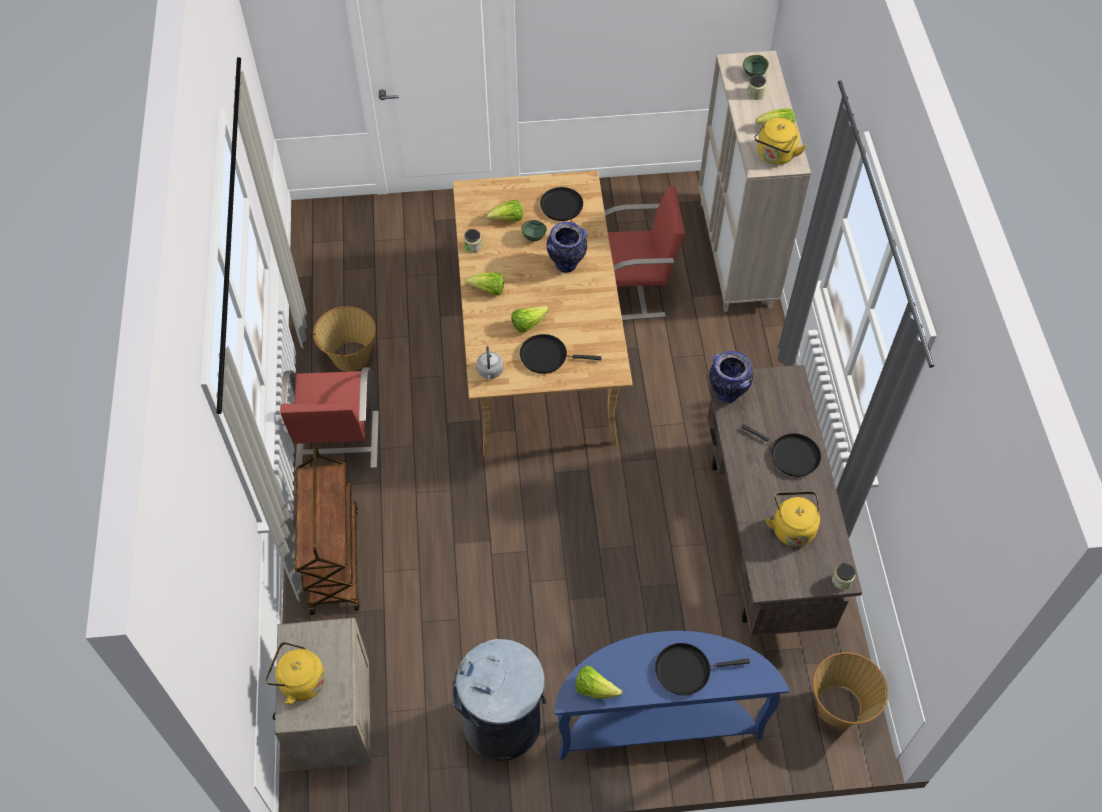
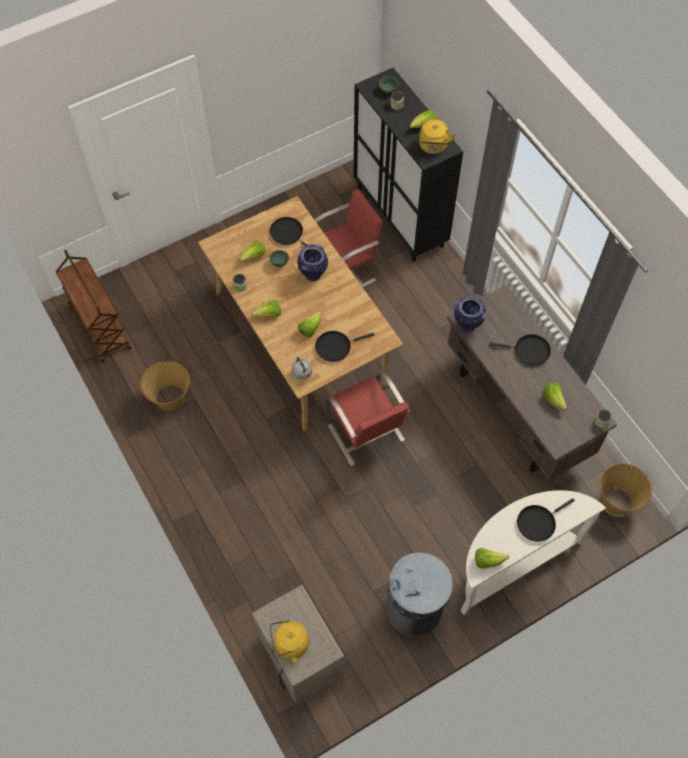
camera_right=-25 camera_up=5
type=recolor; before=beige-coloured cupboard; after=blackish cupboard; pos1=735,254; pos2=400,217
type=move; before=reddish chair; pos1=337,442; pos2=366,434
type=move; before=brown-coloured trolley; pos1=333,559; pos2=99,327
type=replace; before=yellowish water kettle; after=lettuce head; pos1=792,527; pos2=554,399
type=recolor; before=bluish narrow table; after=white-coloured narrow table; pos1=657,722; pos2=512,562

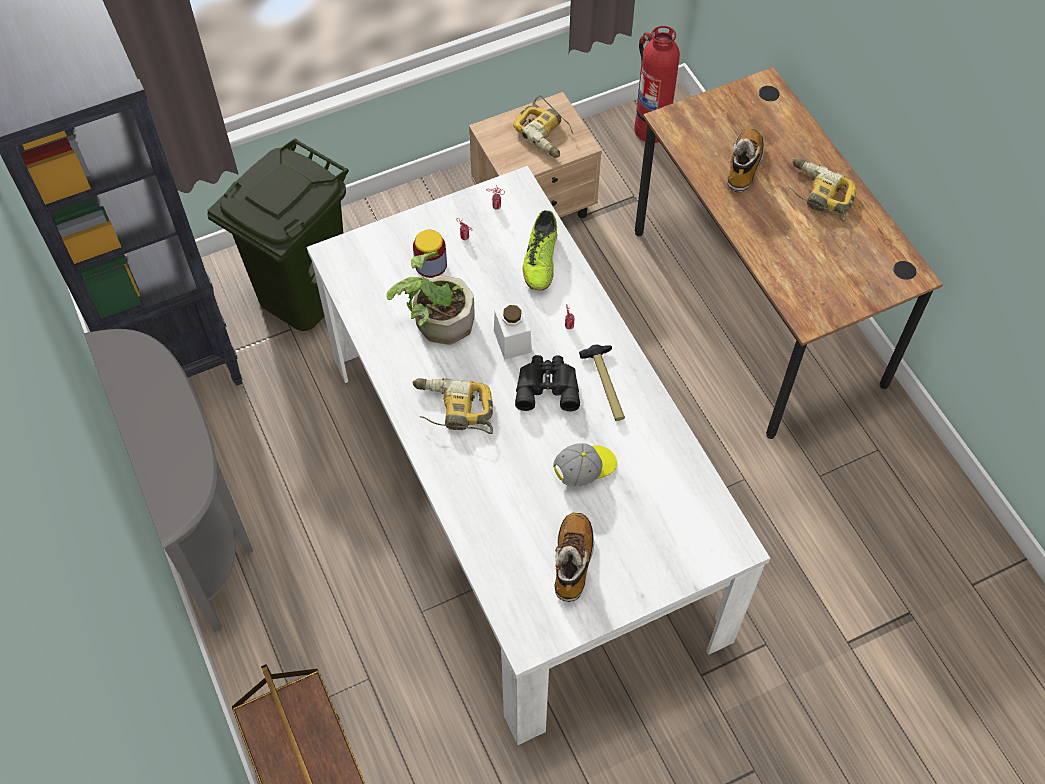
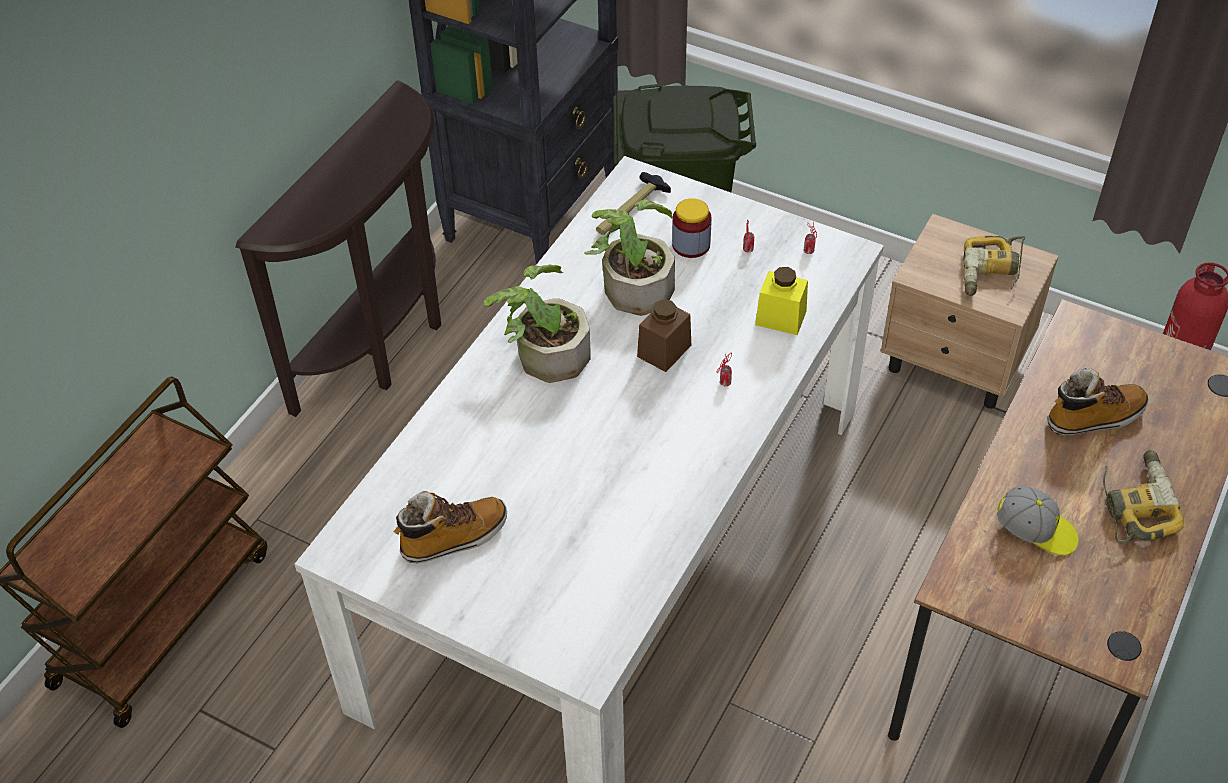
camera_right=55 camera_up=-10
type=replace; before=item of footwear; after=yellowish jar; pos1=540,260; pos2=780,318
type=recolor; before=white-coloured jar; after=brown-coloured jar; pos1=512,341; pos2=664,351
type=recolor; before=greyish narrow table; after=brown-coloured narrow table; pos1=206,524; pos2=386,343
type=move; before=hammer; pos1=606,385; pos2=630,210
type=delete; before=blackish field glasses; pos1=547,386
type=replace; before=drill; after=plant in a pot; pos1=453,410; pos2=544,352
type=move; before=baseball cap; pos1=585,469; pos2=1035,531

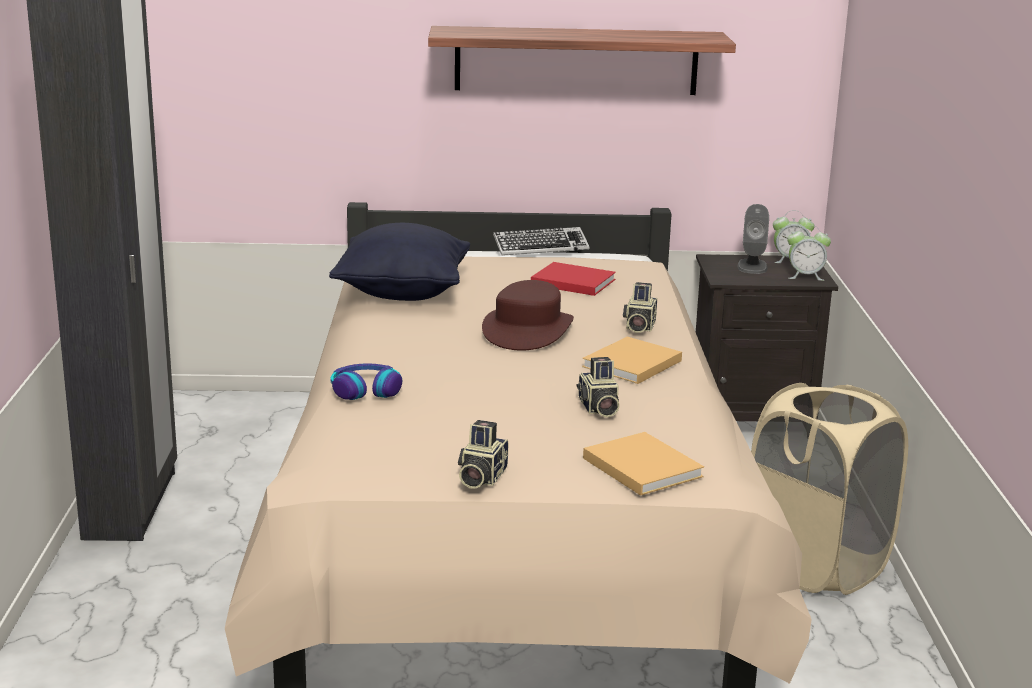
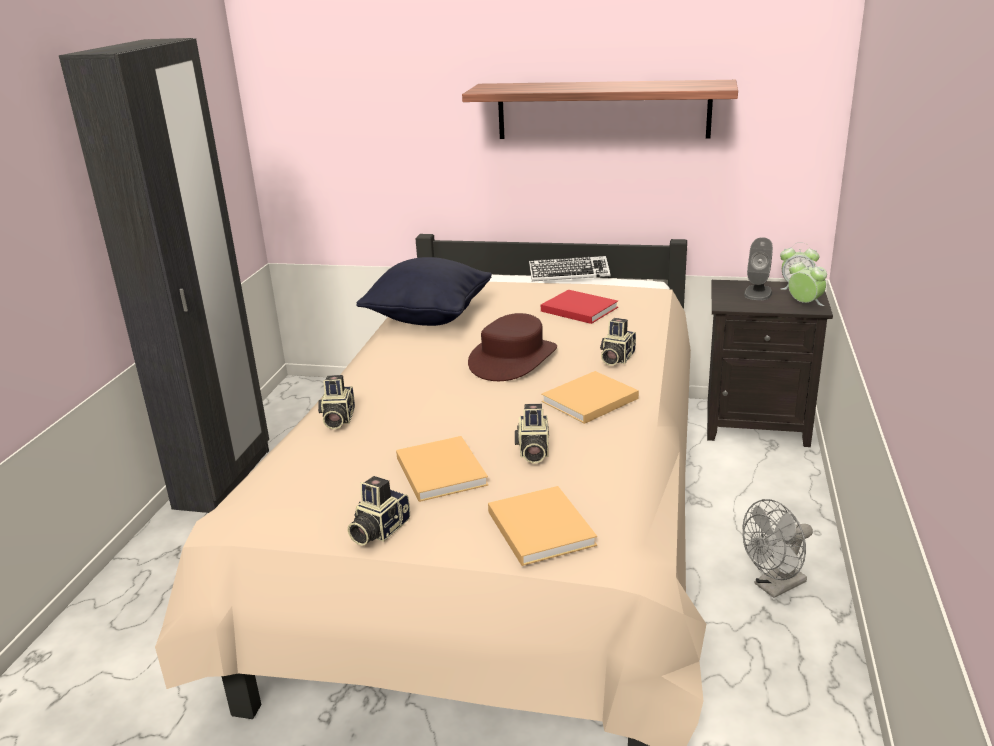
camera_right=15 camera_up=5
type=rotate; before=bedside clock; pos1=805,276; pos2=804,304; turn=-150
type=replace; before=headset; after=photo camera; pos1=366,390; pos2=337,419
type=replace; before=beige-coloured hamper; after=greyish fan; pos1=816,566; pos2=774,587
type=insert; after=beige-coloured book; pos2=440,470

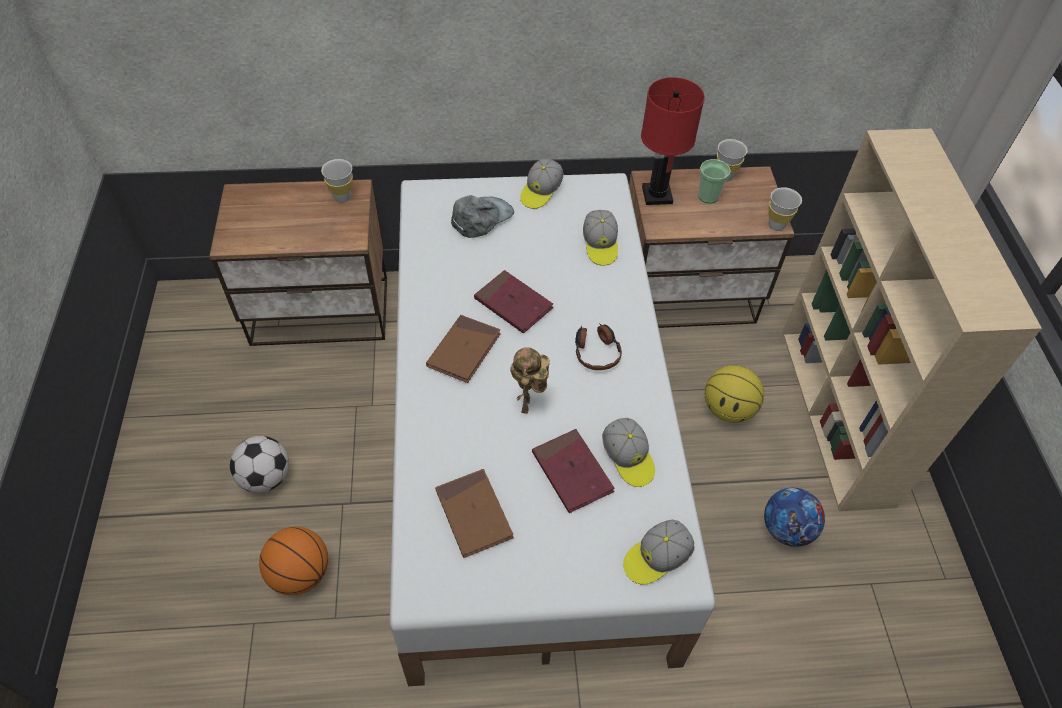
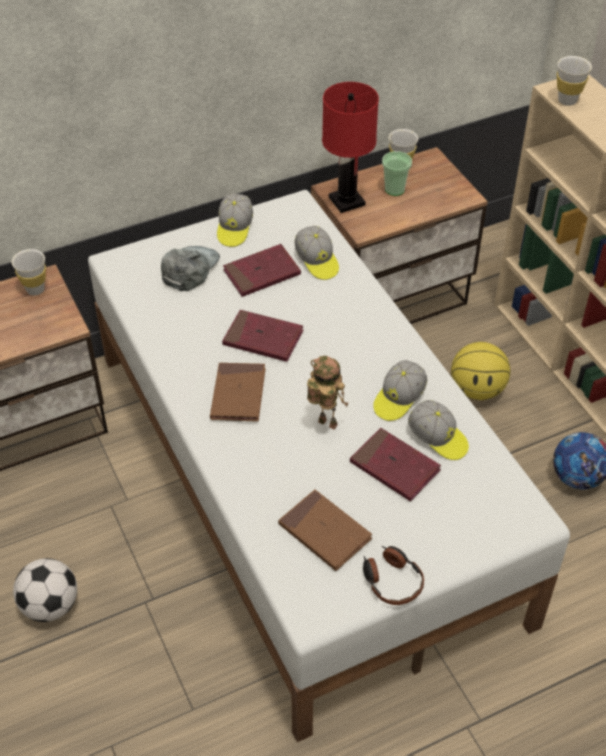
camera_right=-20 camera_up=-5
type=move; before=white-coloured small cup; pos1=776,225; pos2=567,100
type=move; before=headset; pos1=596,351; pos2=391,580
type=rotate; before=model robot; pos1=528,407; pos2=325,424; turn=135
type=move; before=baseball cap; pos1=656,558; pos2=399,399
type=delete; before=basketball ball; pos1=300,573
type=insert; after=reddish book; pos2=262,273

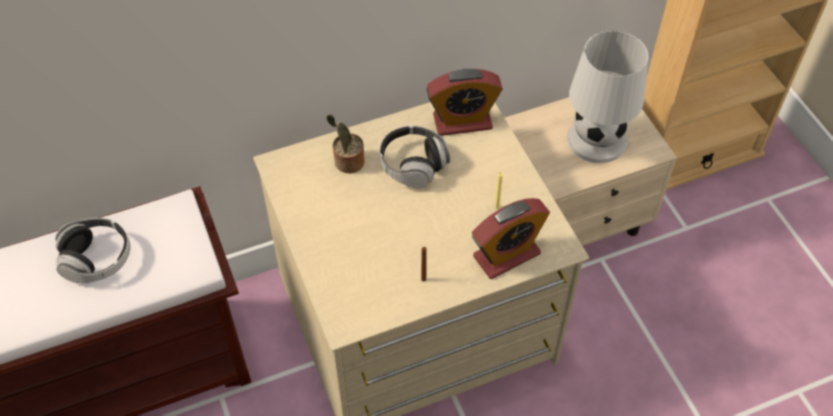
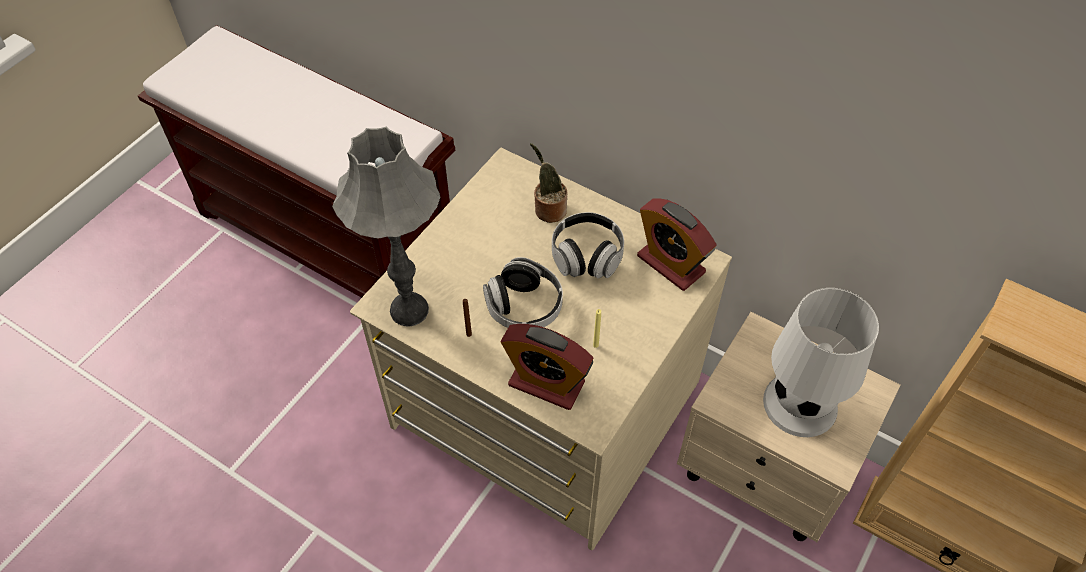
camera_right=55 camera_up=0
type=move; before=headset; pos1=97,259; pos2=524,307
type=insert; after=greyish lamp for a table; pos2=409,311

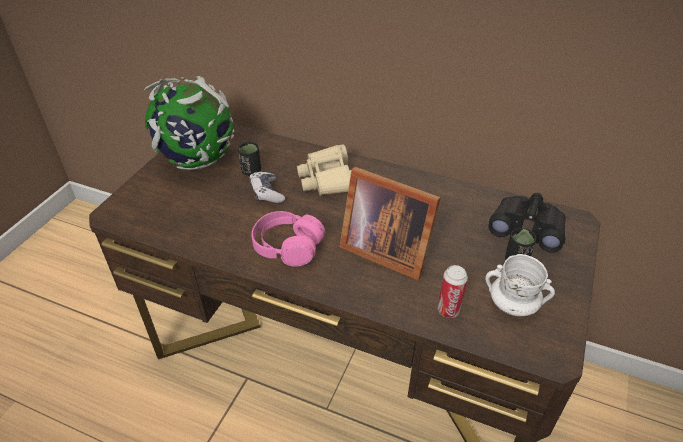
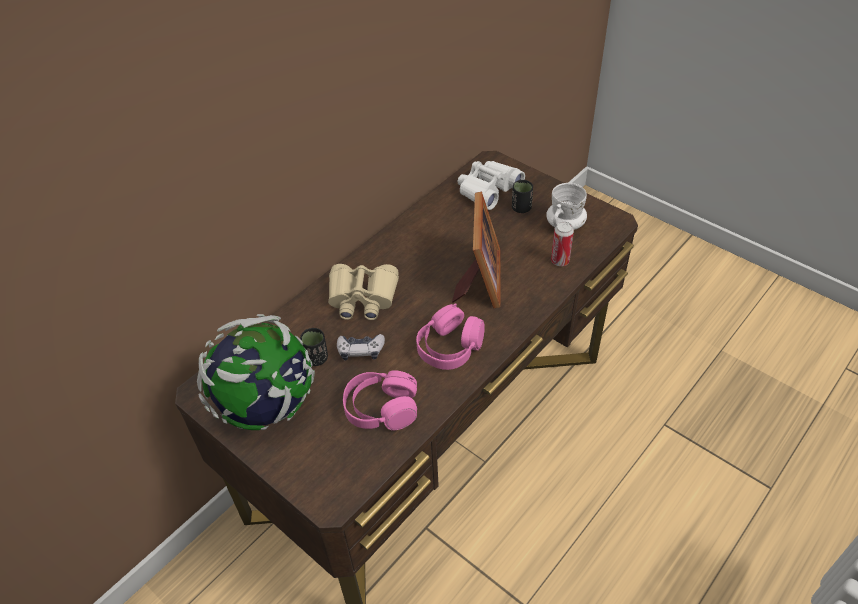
camera_right=-70 camera_up=5
type=rotate; before=standing frame; pos1=384,249; pos2=479,281; turn=-45
type=recolor; before=blackish field glasses; after=white-coloured field glasses; pos1=527,228; pos2=488,190
type=insert; after=pinkish headset; pos2=381,408

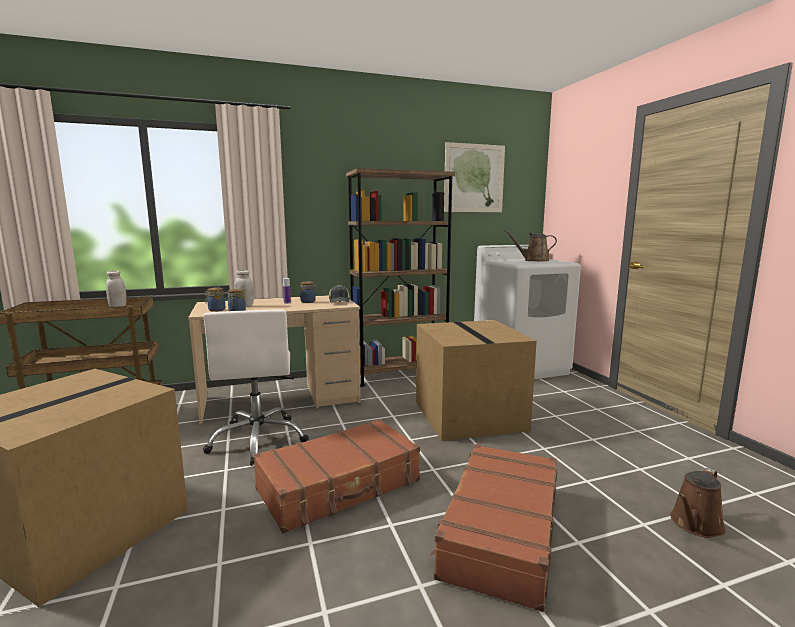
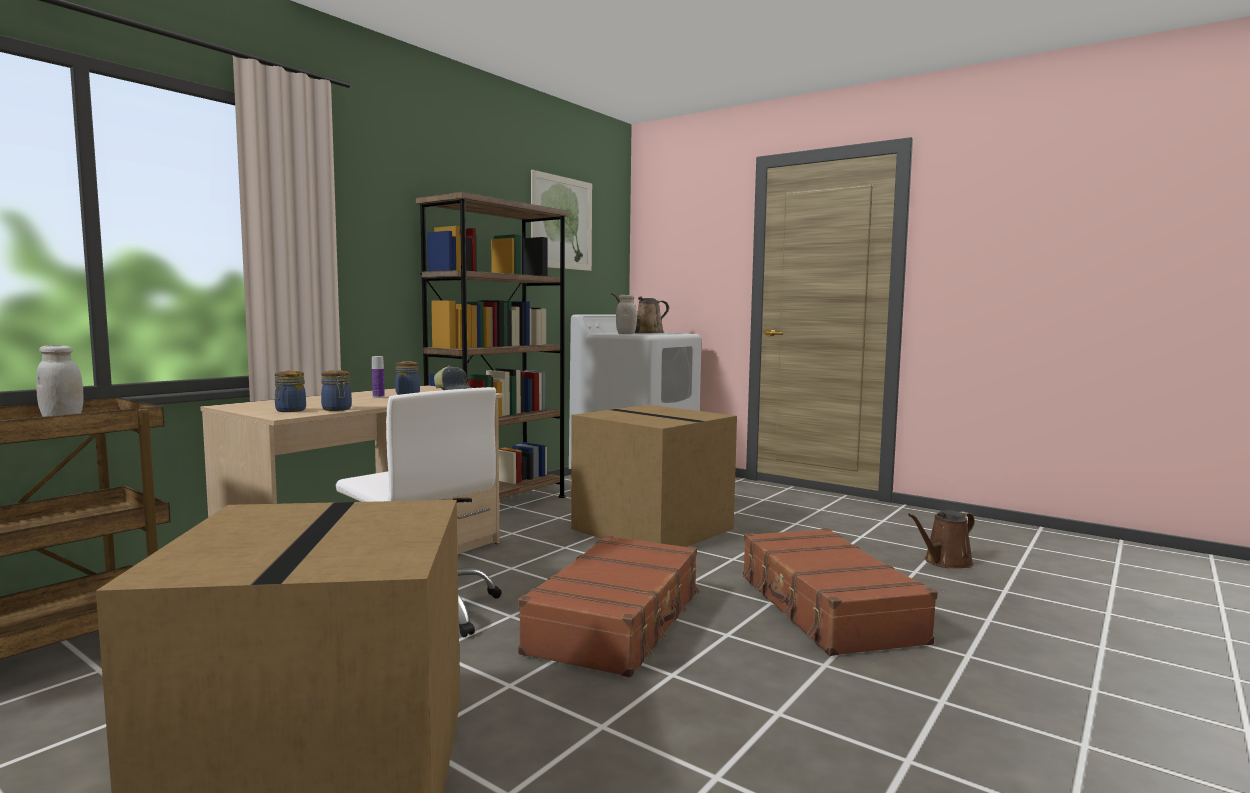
camera_right=-35 camera_up=-5
type=move; before=white-coloured jar; pos1=245,305; pos2=626,334
type=rotate; before=brown-coloured watering pot; pos1=695,525; pos2=945,562; turn=45

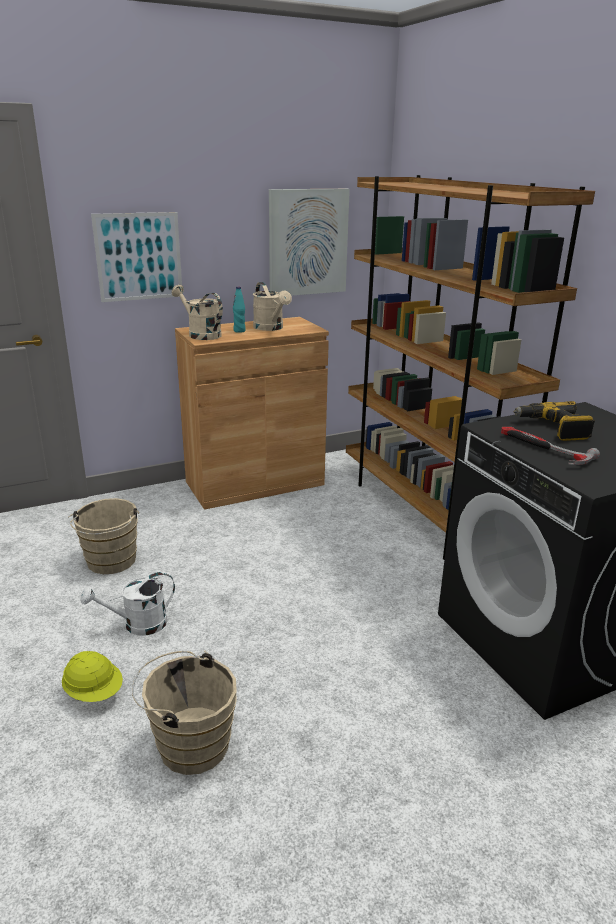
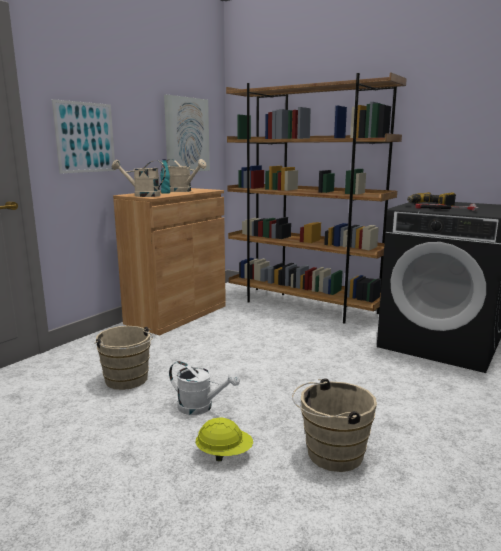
camera_right=-30 camera_up=-10
type=rotate; before=white-coloured watering pot; pos1=137,625; pos2=201,407; turn=-105

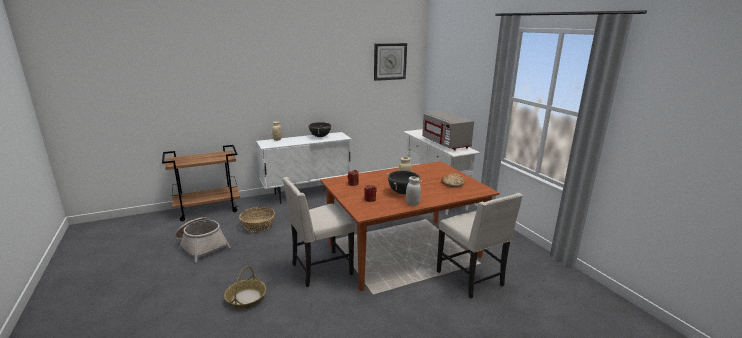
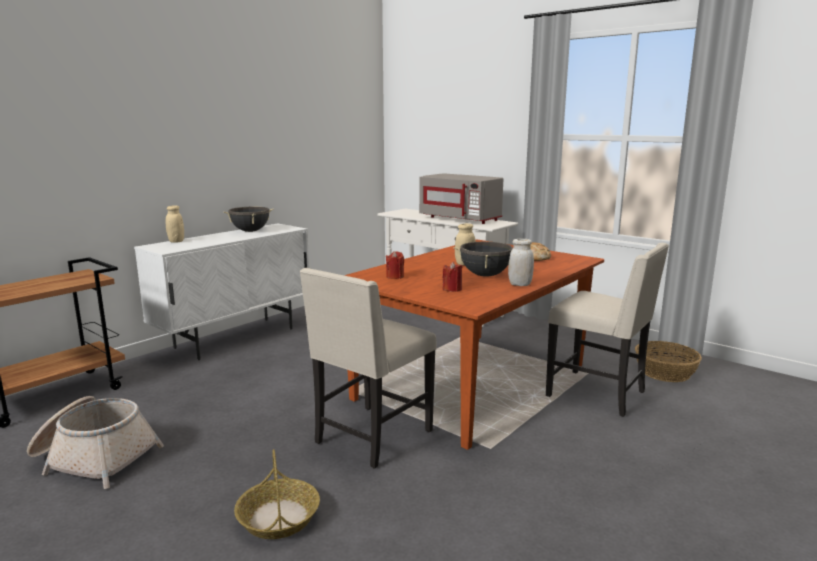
camera_right=-25 camera_up=-5
type=delete; before=wall clock; pos1=390,61
type=move; before=basket; pos1=258,225; pos2=664,372

